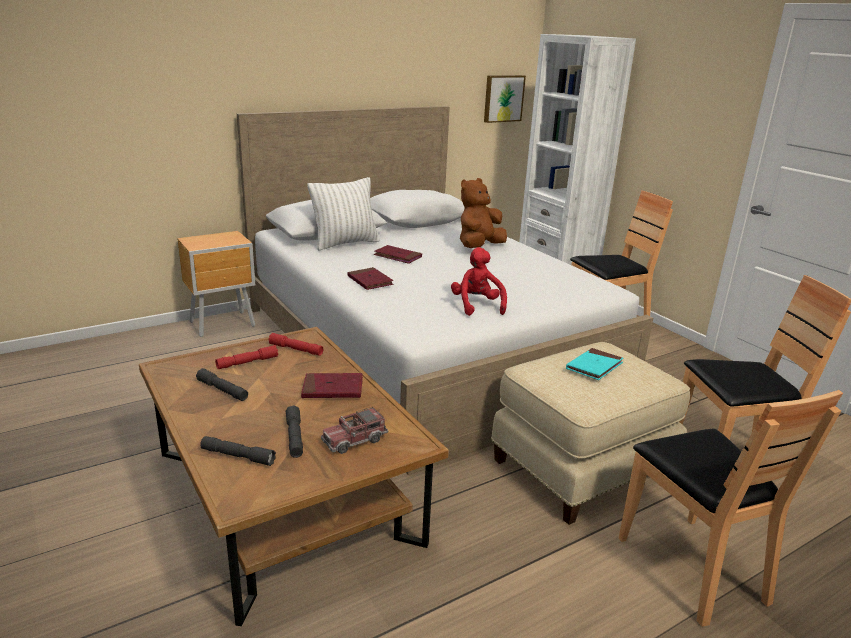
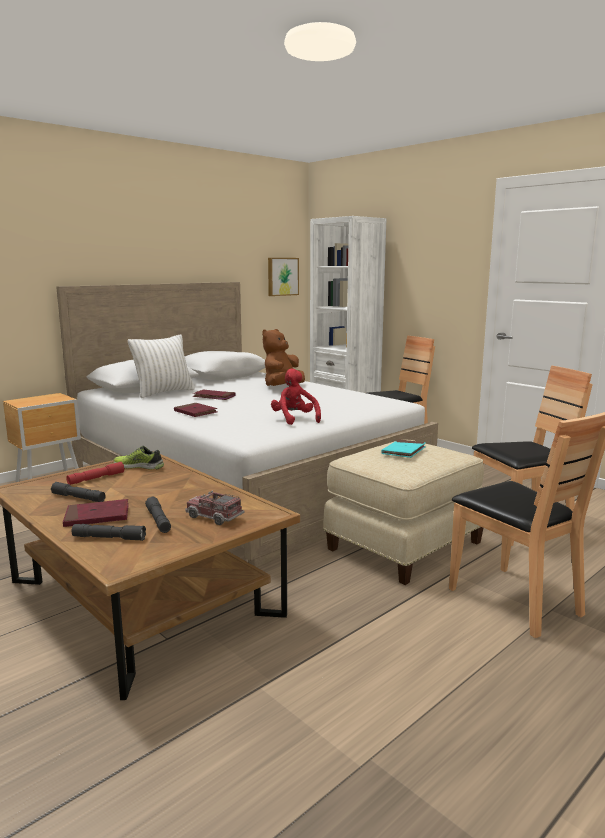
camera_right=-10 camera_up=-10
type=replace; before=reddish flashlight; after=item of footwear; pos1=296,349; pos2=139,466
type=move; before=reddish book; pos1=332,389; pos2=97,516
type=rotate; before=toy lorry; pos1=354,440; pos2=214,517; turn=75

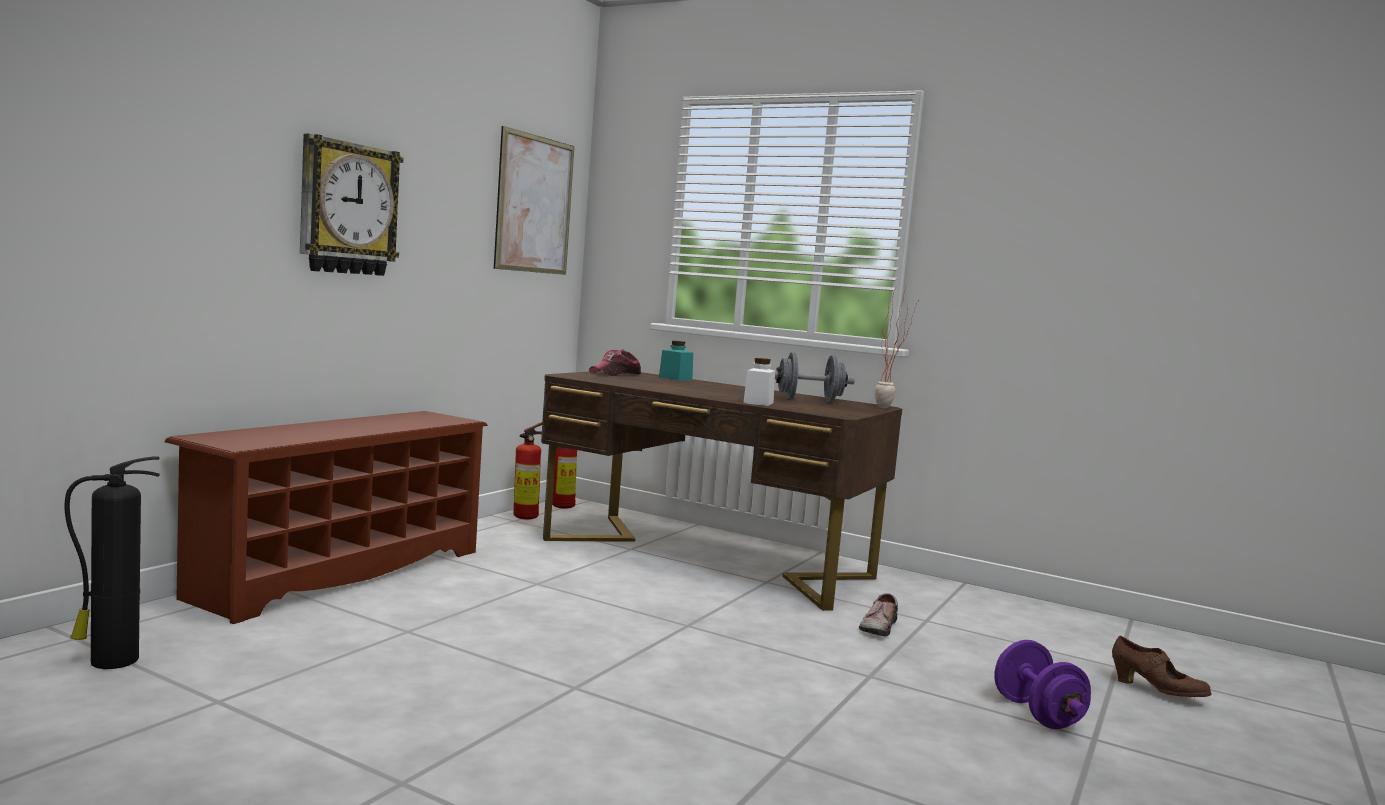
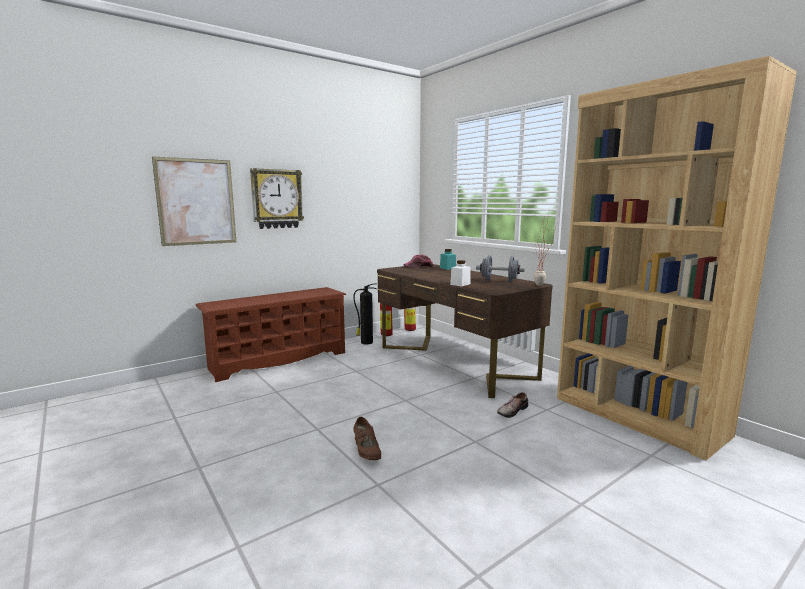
camera_right=25 camera_up=5
type=move; before=wall picture; pos1=534,204; pos2=196,202
type=move; before=fire extinguisher; pos1=111,661; pos2=366,342
type=move; before=brown-coloured item of footwear; pos1=1156,692; pos2=366,452
type=delete; before=purple-coloured hand weight; pos1=1037,714
type=insert; after=brown-coloured bookcase; pos2=638,416

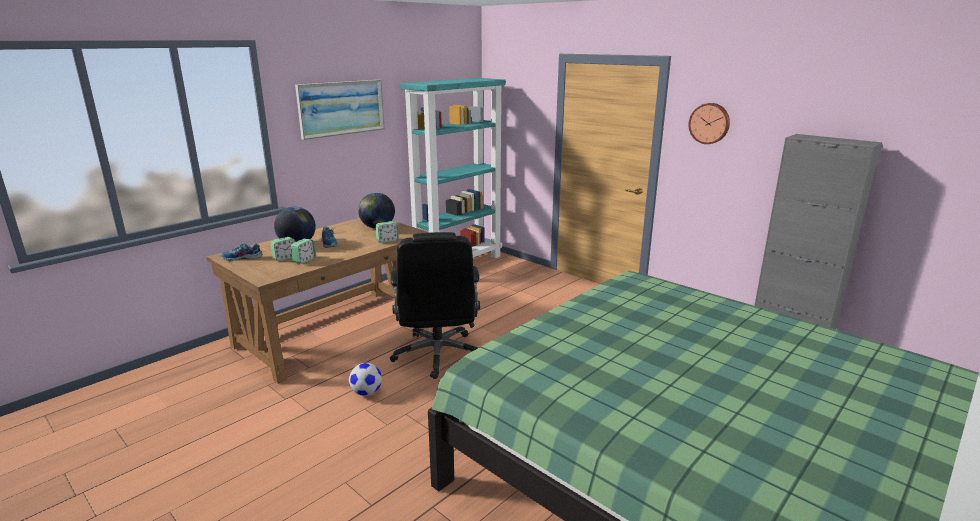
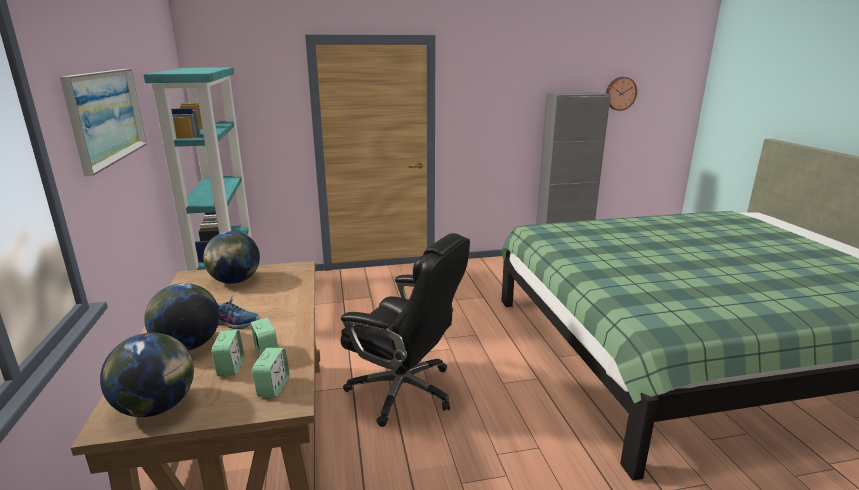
camera_right=-55 camera_up=0
type=move; before=wall clock; pos1=709,123; pos2=620,93
type=move; before=bedside clock; pos1=387,240; pos2=273,387
type=replace; before=item of footwear; after=desk globe; pos1=242,258; pos2=157,407
type=delete; before=ball for football; pos1=366,393

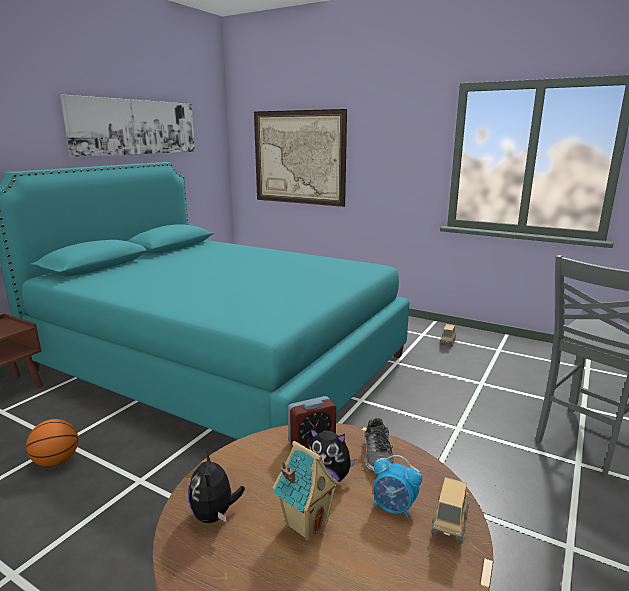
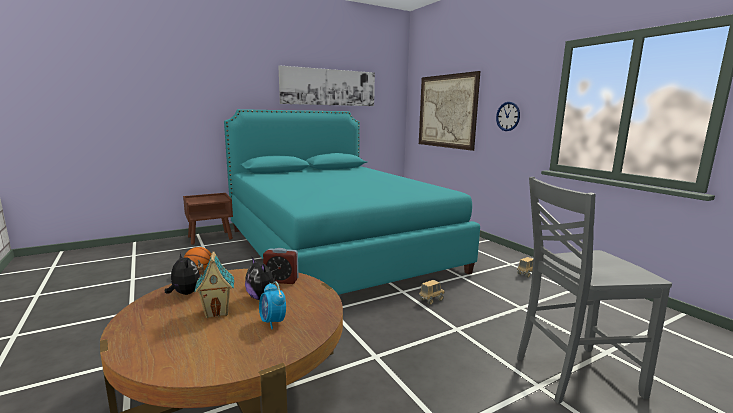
camera_right=30 camera_up=-5
type=delete; before=item of footwear; pos1=378,456
type=rotate; before=soft toy; pos1=215,515; pos2=184,293; turn=120
type=move; before=toy lorry; pos1=449,525; pos2=431,300
type=insert; after=wall clock; pos2=508,116

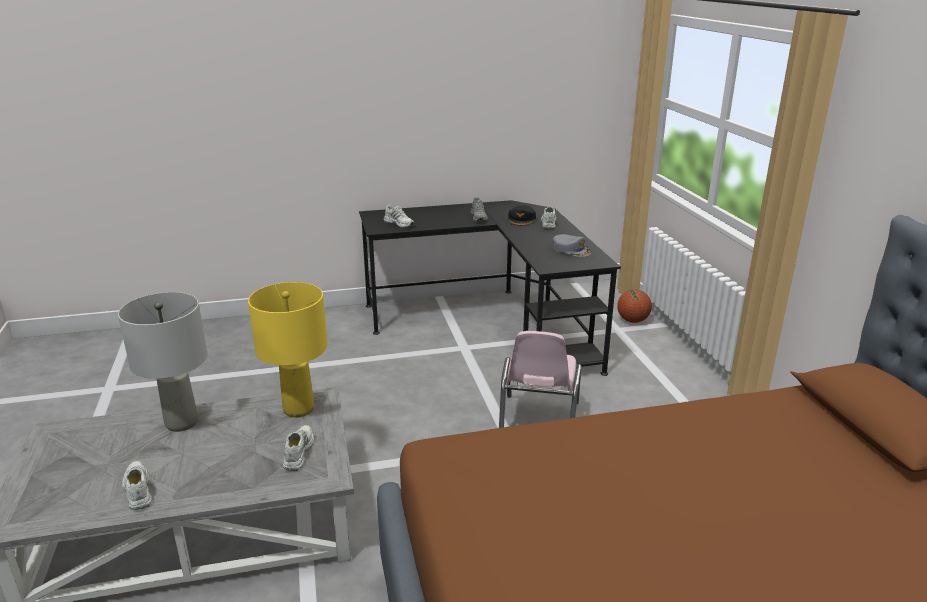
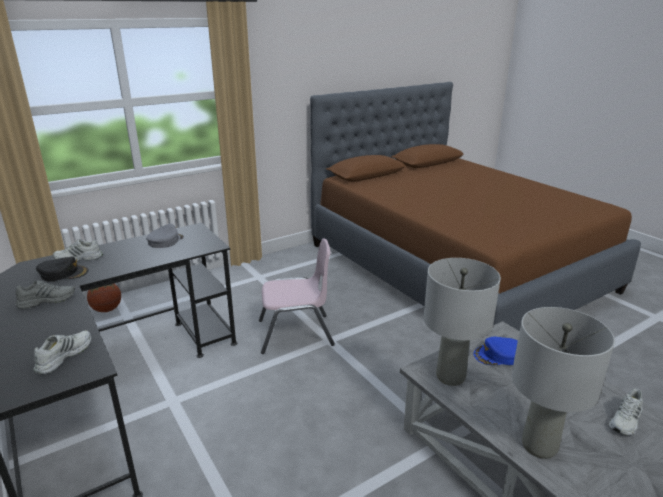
camera_right=-110 camera_up=0
type=recolor; before=yellowish lamp for a table; after=greyish lamp for a table; pos1=299,409; pos2=450,376
type=replace; before=white-coloured item of footwear; after=bluish baseball cap; pos1=298,452; pos2=497,355

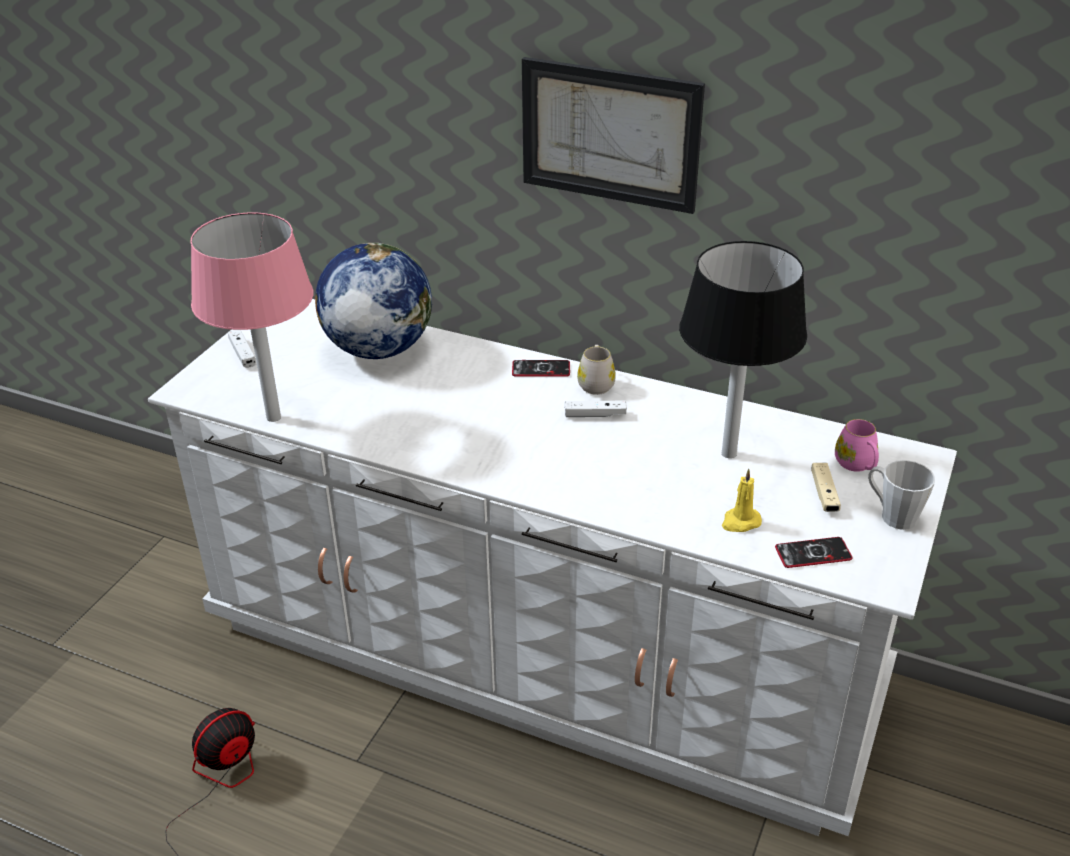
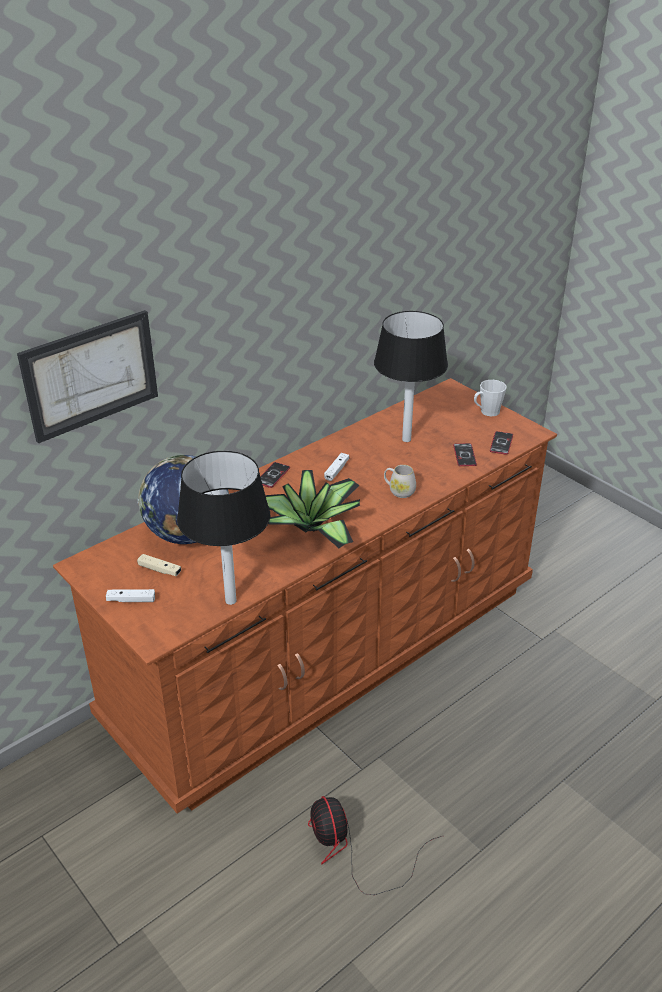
camera_right=-65 camera_up=0
type=move; before=wall picture; pos1=610,134; pos2=90,375
type=recolor; before=pinkish lamp for a table; after=blackish lamp for a table; pos1=273,417; pos2=231,601
type=recolor; before=white-coloured drawer chest; after=brown-coloured drawer chest; pos1=539,655; pos2=329,652
type=move; before=white-coloured mug; pos1=596,383; pos2=399,491
type=delete; before=pinkish mug; pos1=857,465
type=move; before=beige-coloured gamepad; pos1=824,494; pos2=159,570
type=replace; before=yellowish wax light; after=telephone; pos1=740,522; pos2=464,455
type=insert; after=plant in a pot; pos2=311,527

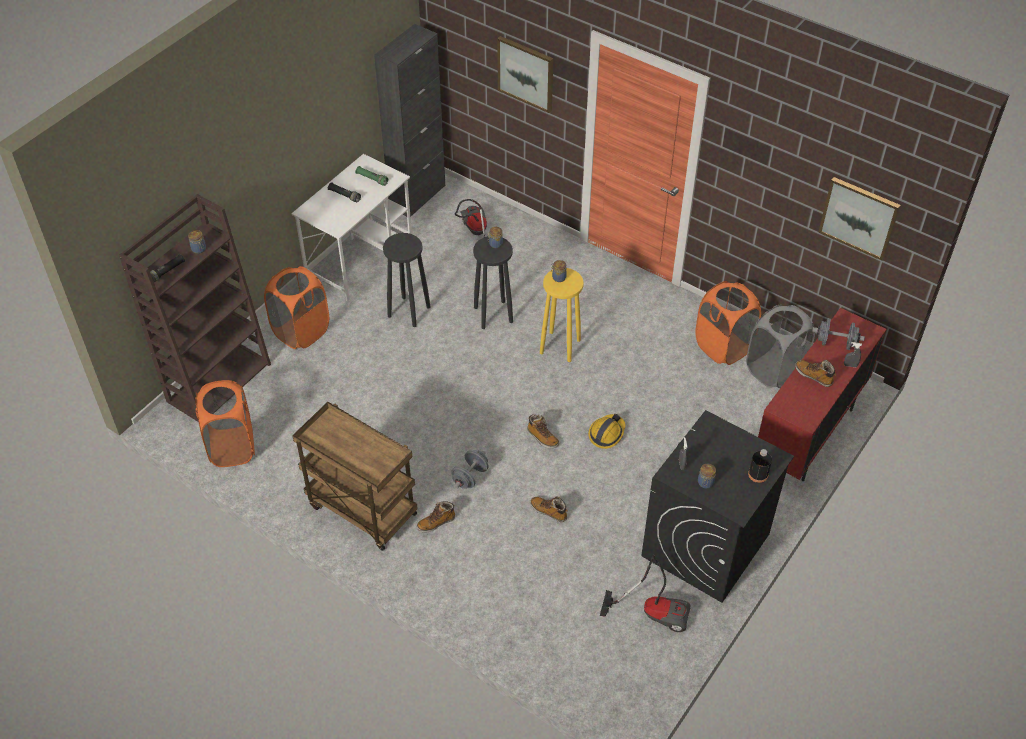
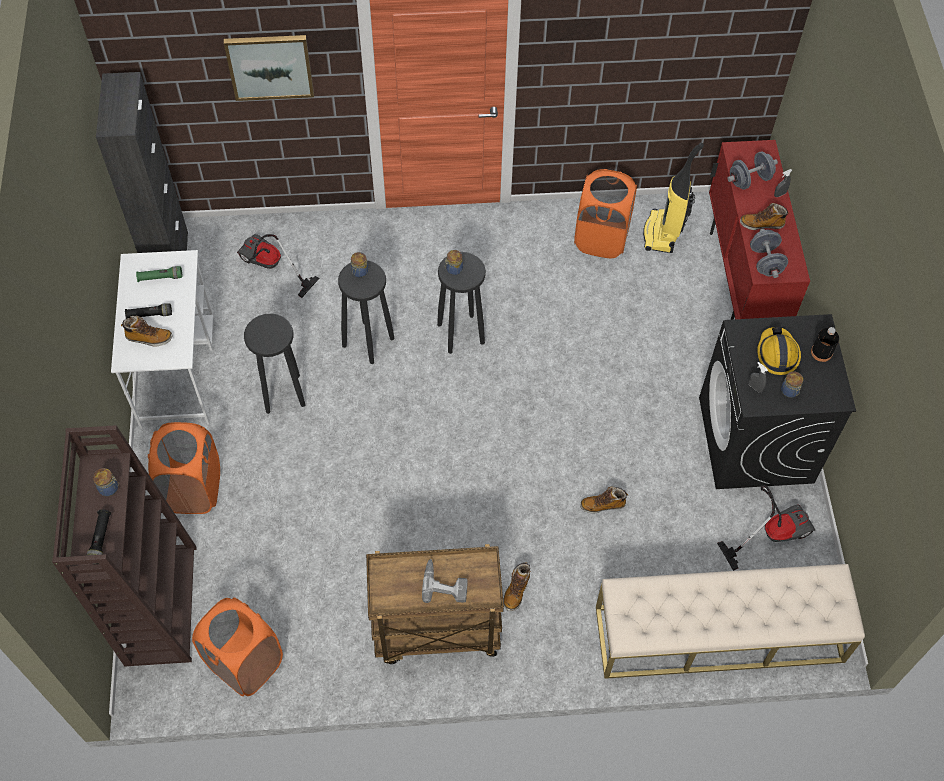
camera_right=-40 camera_up=10
type=delete; before=wall picture; pos1=859,217
type=recolor; before=yellowish stool seat; after=blackish stool seat; pos1=560,346; pos2=461,333
type=replace; before=greyish hamper; after=vacuum cleaner; pos1=774,370; pos2=662,233
type=move; before=high-top boot; pos1=542,438; pos2=149,338
type=move; before=hard hat; pos1=606,433; pos2=776,354
type=move; before=greyish hand weight; pos1=470,477; pos2=765,262
type=insert; after=drill; pos2=445,583
type=insert; after=beige-coloured indoor bench; pos2=718,634

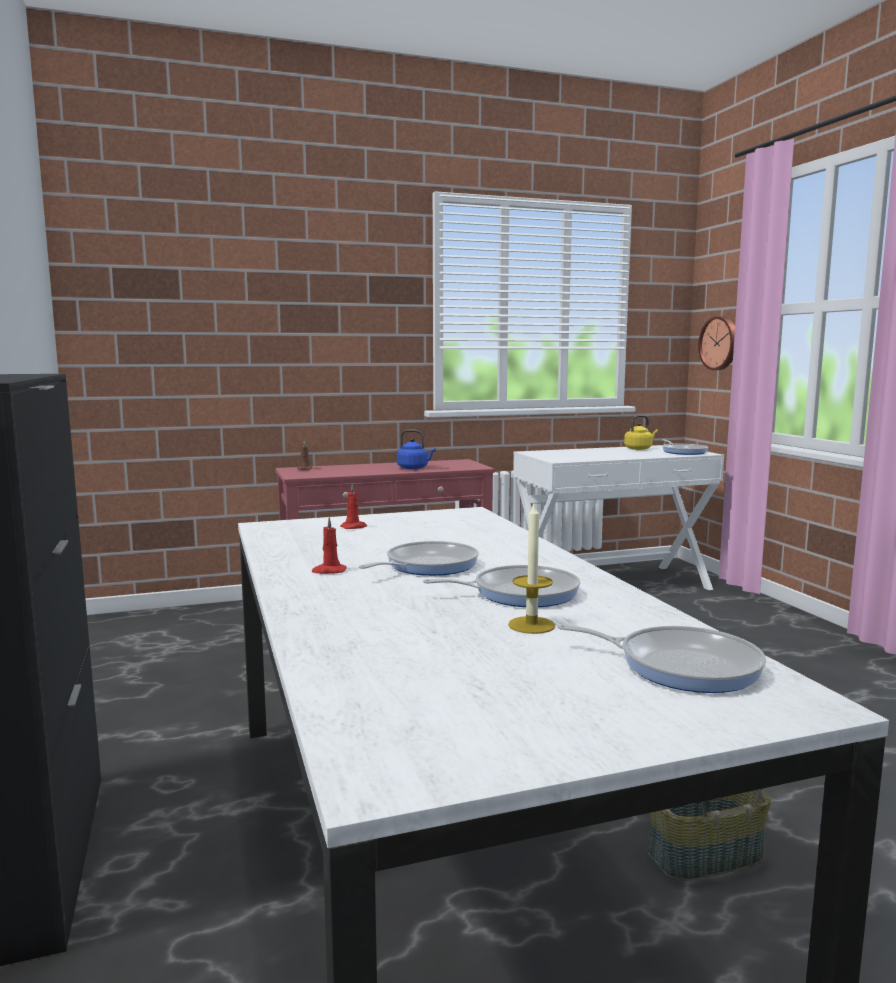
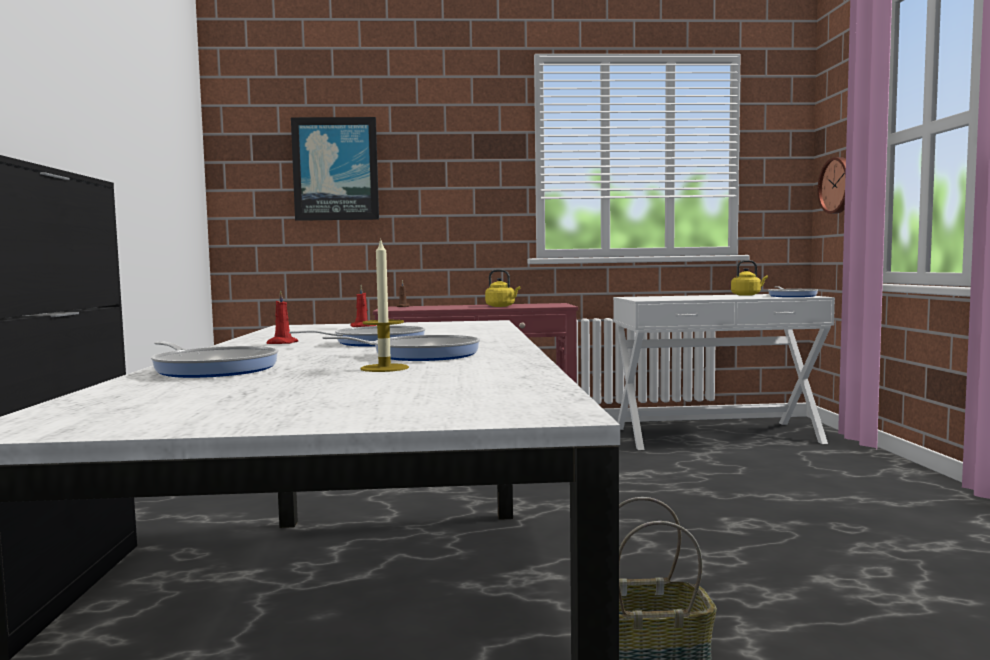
camera_right=15 camera_up=-5
type=recolor; before=bluish water kettle; after=yellowish water kettle; pos1=414,468; pos2=501,306
type=move; before=skillet; pos1=681,665; pos2=213,369
type=insert; after=wall picture; pos2=335,169

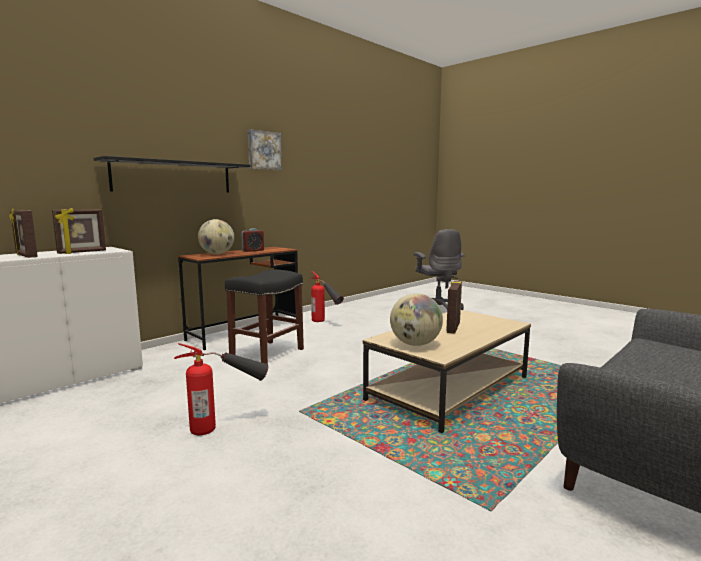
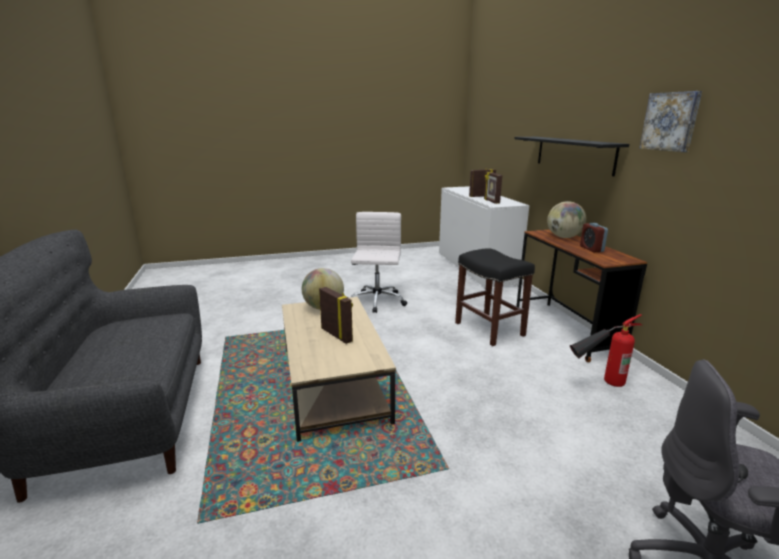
camera_right=120 camera_up=10
type=replace; before=fire extinguisher; after=white-coloured computer chair; pos1=226,424; pos2=377,302

